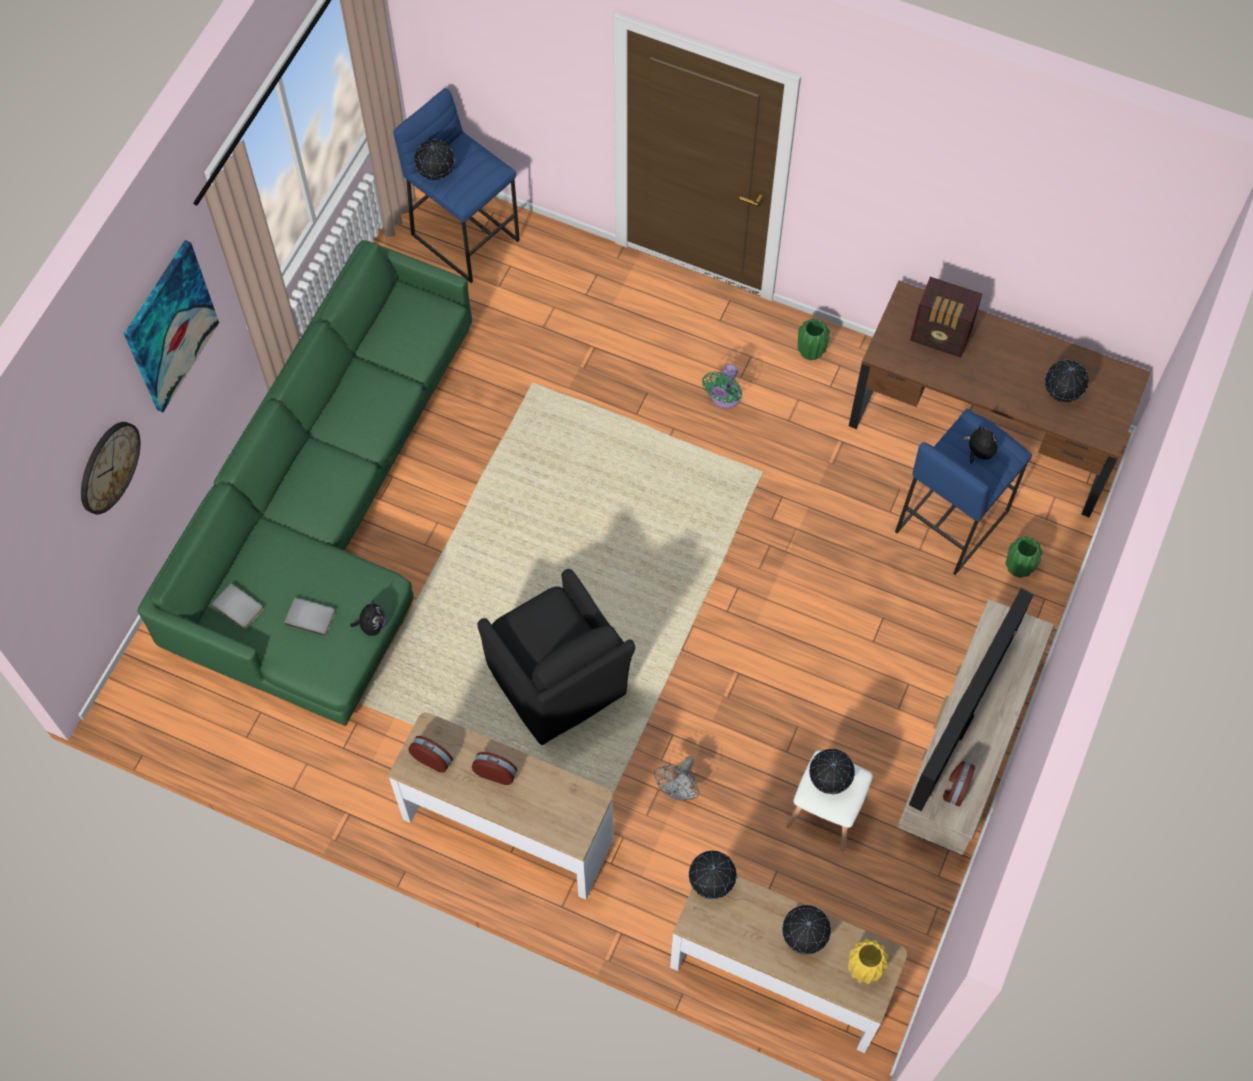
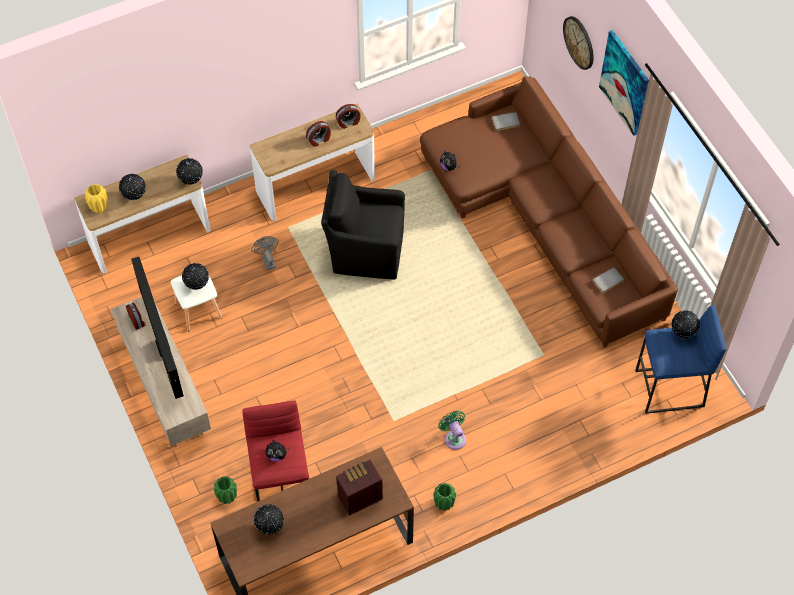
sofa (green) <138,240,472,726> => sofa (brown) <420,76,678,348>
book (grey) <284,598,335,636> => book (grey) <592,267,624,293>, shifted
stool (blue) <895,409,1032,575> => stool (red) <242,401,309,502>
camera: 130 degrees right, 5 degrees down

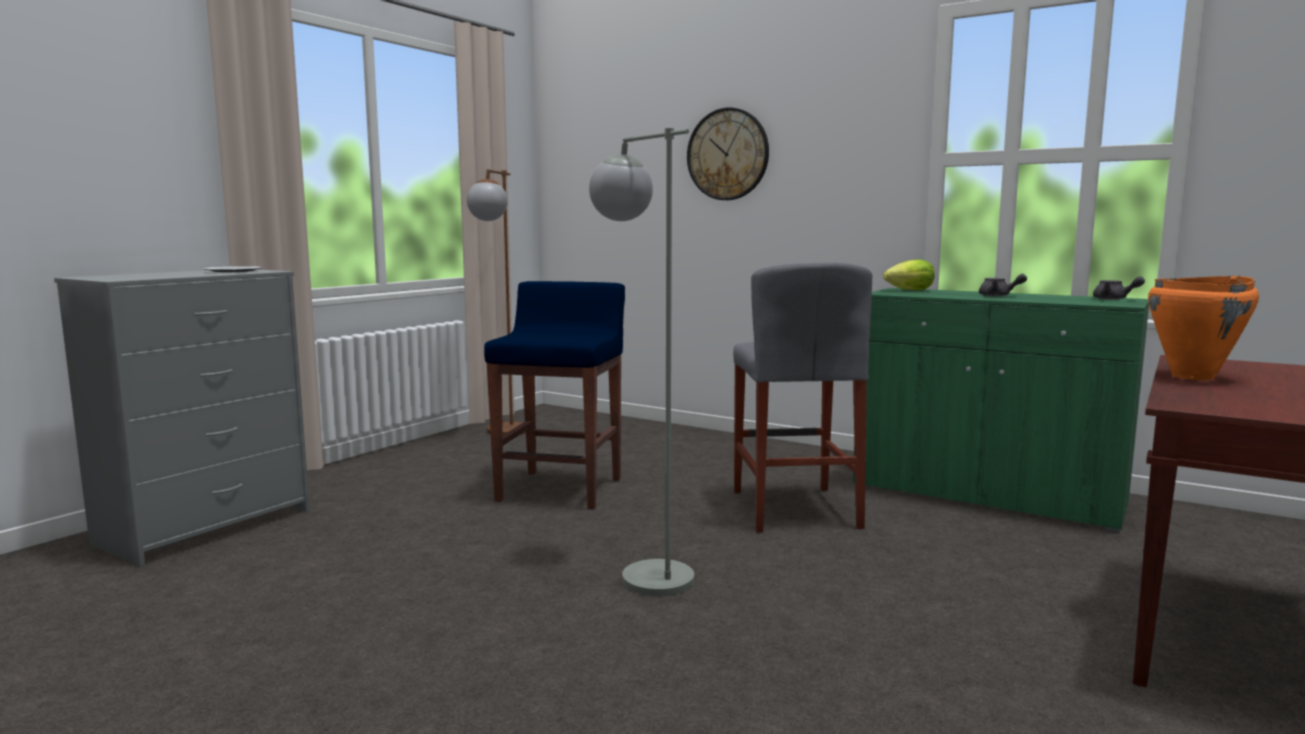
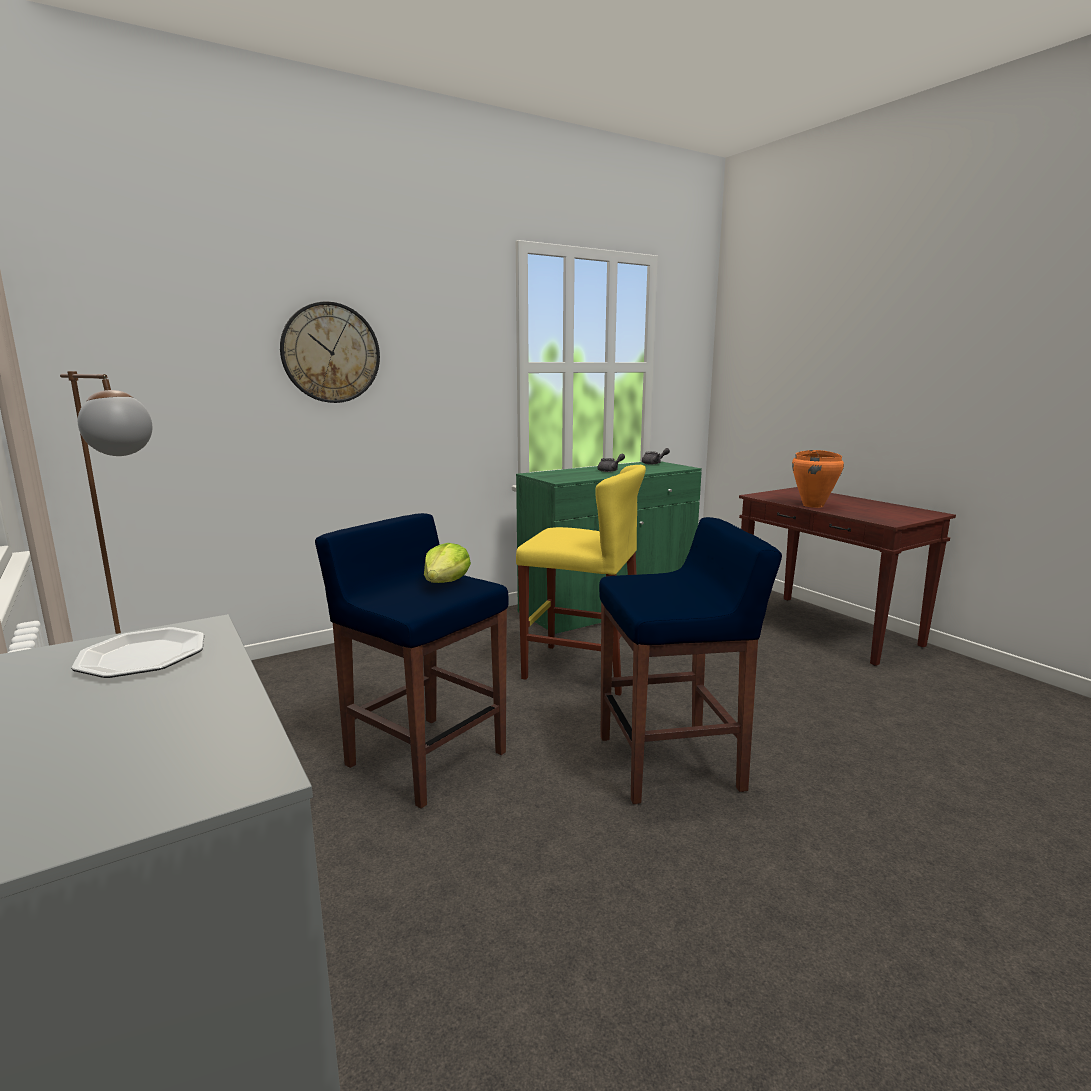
floor lamp (grey) <589,128,694,596> => stool (blue) <599,517,782,804>
stool (grey) <733,262,872,533> => stool (yellow) <516,465,646,695>
lettuce <883,260,935,290> => lettuce <424,543,471,583>, shifted
camera: 65 degrees left, 5 degrees up

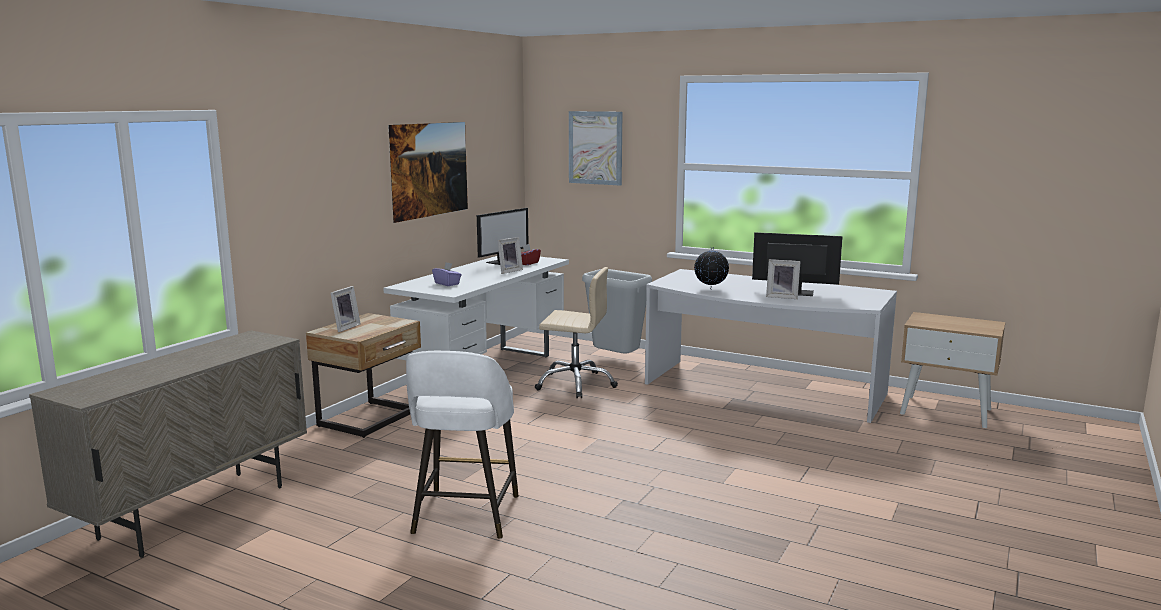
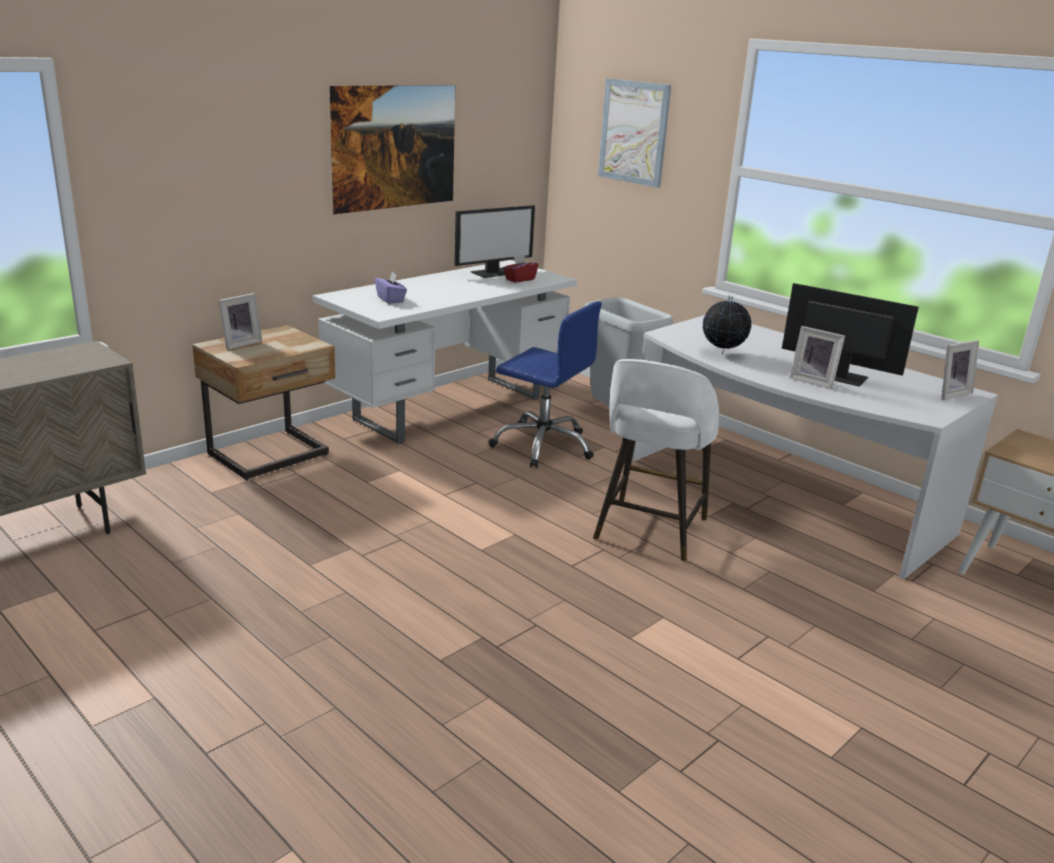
stool (white) <406,351,518,539> => stool (white) <593,359,719,561>, shifted
picture frame <497,237,523,274> => picture frame <941,340,979,400>, shifted
office chair (beige) <535,267,618,398> => office chair (blue) <489,301,602,468>
camera: 15 degrees right, 10 degrees up

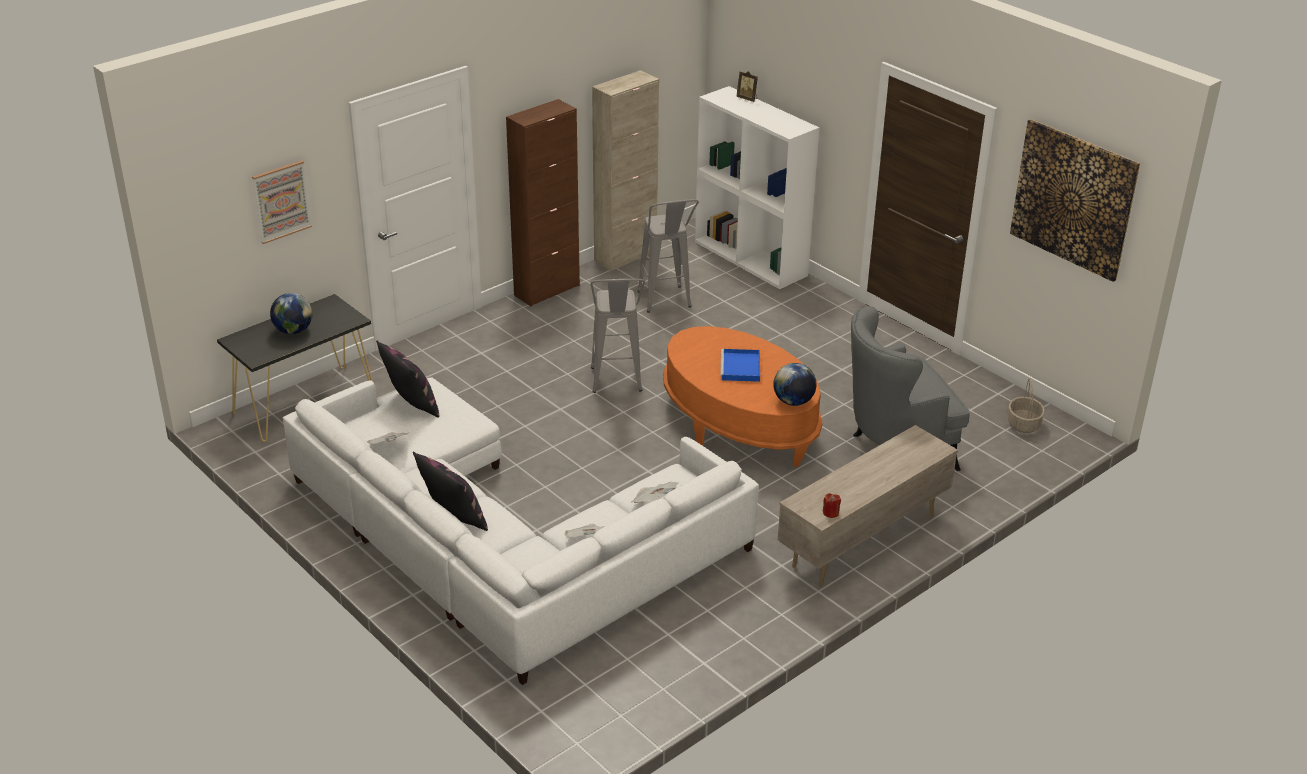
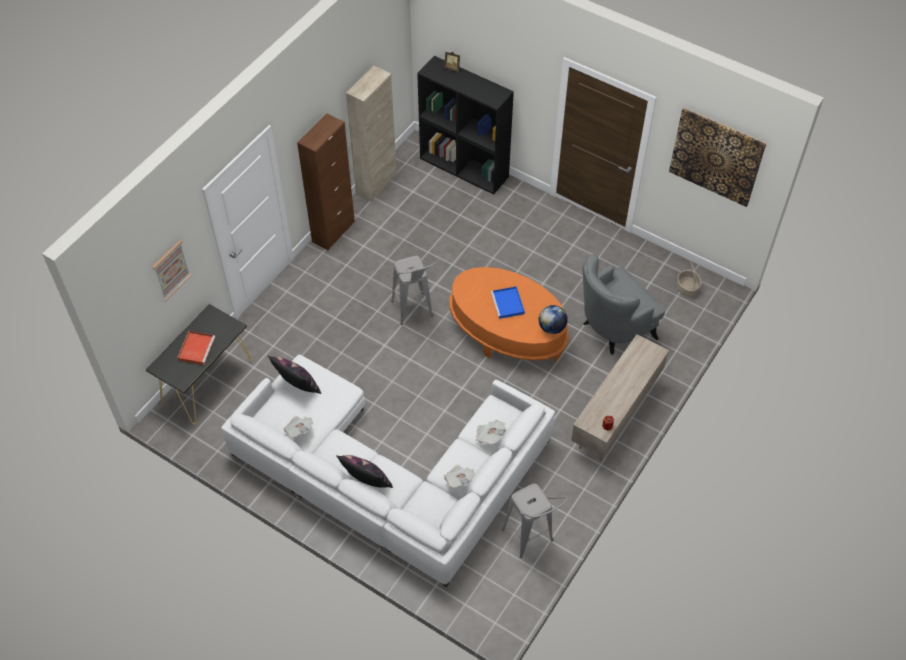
globe <270,293,313,334> => tray (red) <177,331,215,365>
stool (grey) <637,199,699,313> => stool (grey) <502,483,568,558>, shifted
bookcase (white) <695,86,819,289> => bookcase (black) <417,56,514,195>
camera: 15 degrees left, 20 degrees up

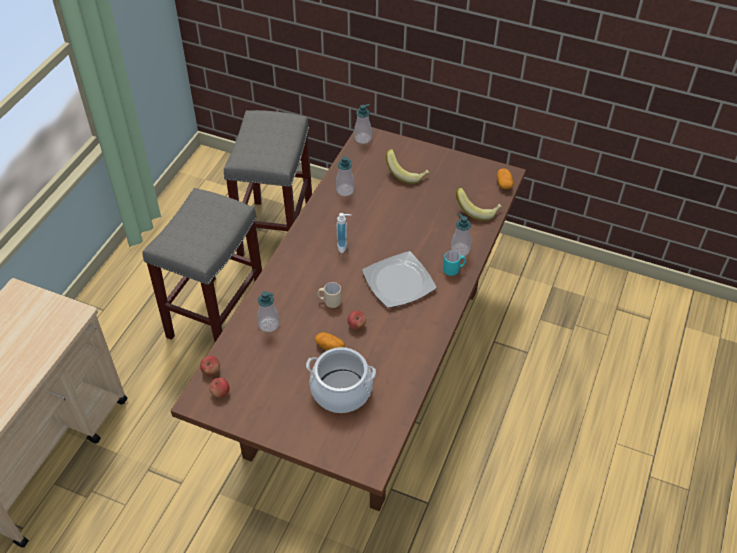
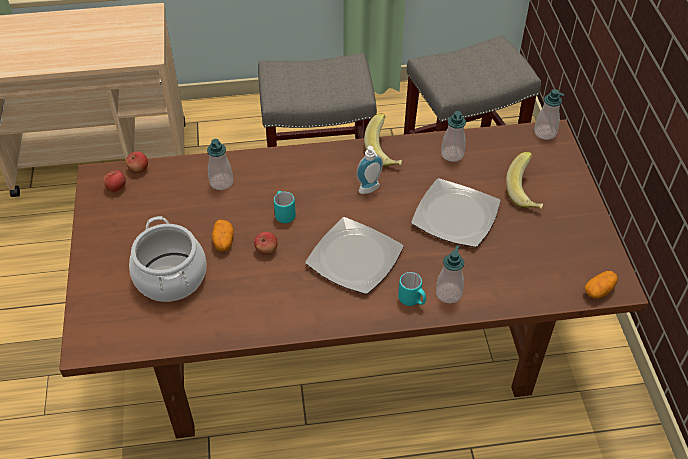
mug (beige) <318,282,341,308> => mug (turquoise) <274,191,296,223>
banana <456,188,502,221> => banana <364,113,402,167>, shifted
nothing => plate <411,178,501,247>
camera: 60 degrees right, 0 degrees up

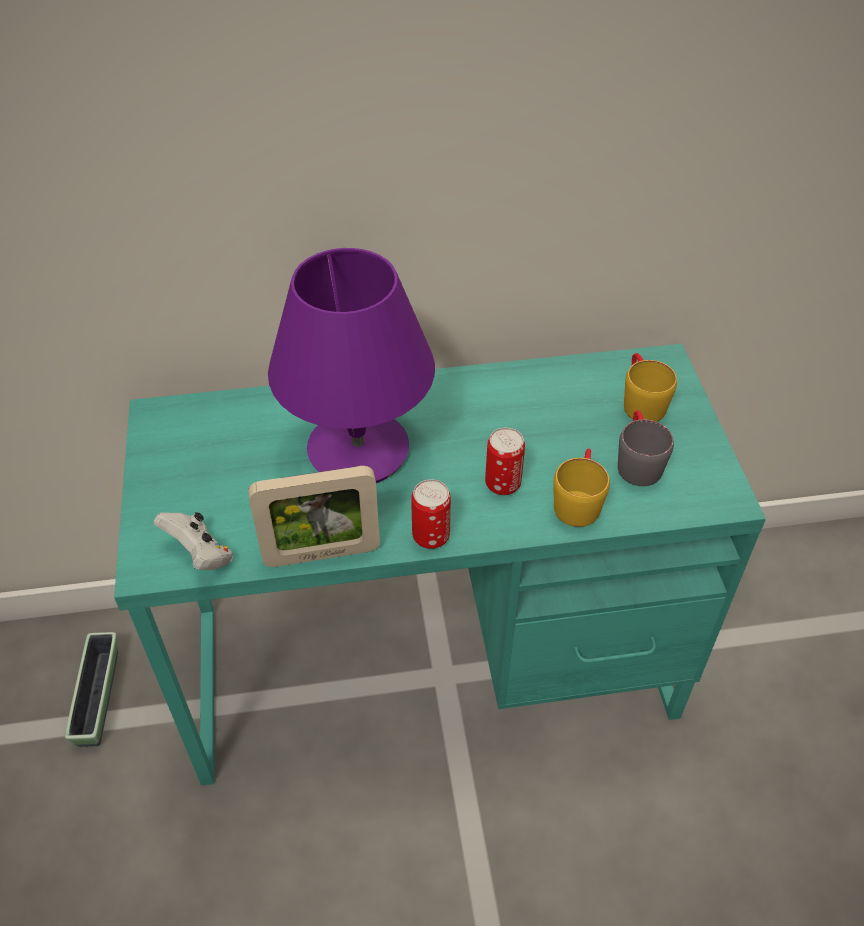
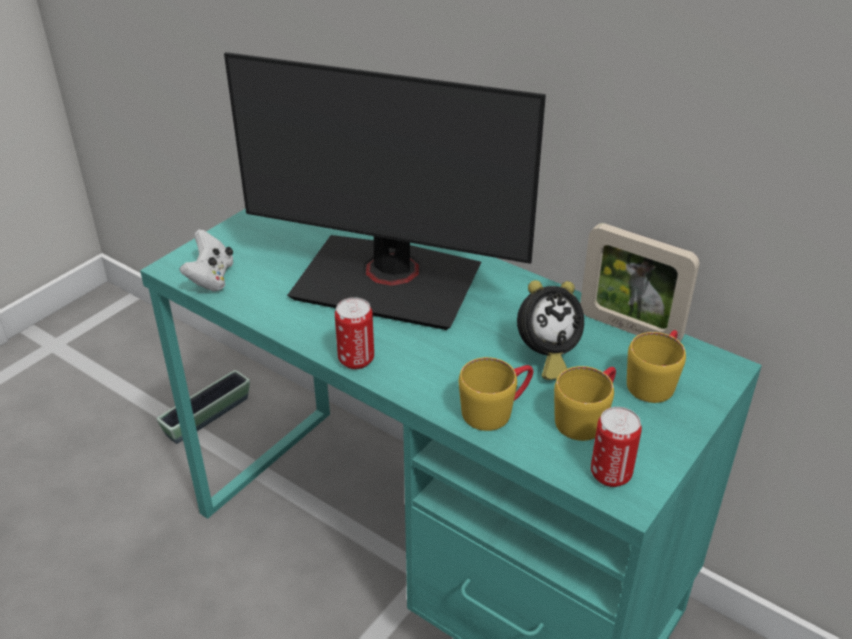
picture frame <248,466,380,567> => picture frame <580,223,700,342>, shifted
table lamp (purple) <268,248,435,483> => monitor <224,52,546,330>
can <485,428,525,495> => can <591,407,642,487>, shifted
mug (grey) <618,410,674,486> => mug (yellow) <554,366,616,441>
nothing => alarm clock <517,280,584,380>
camera: 45 degrees right, 10 degrees down

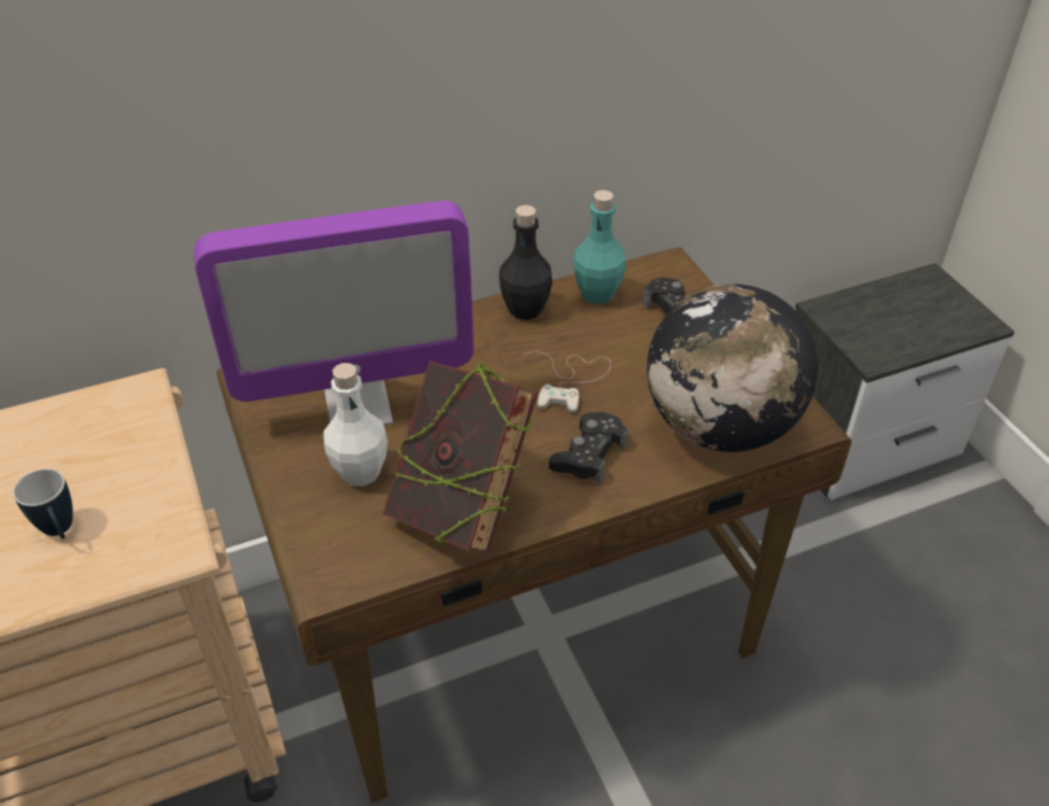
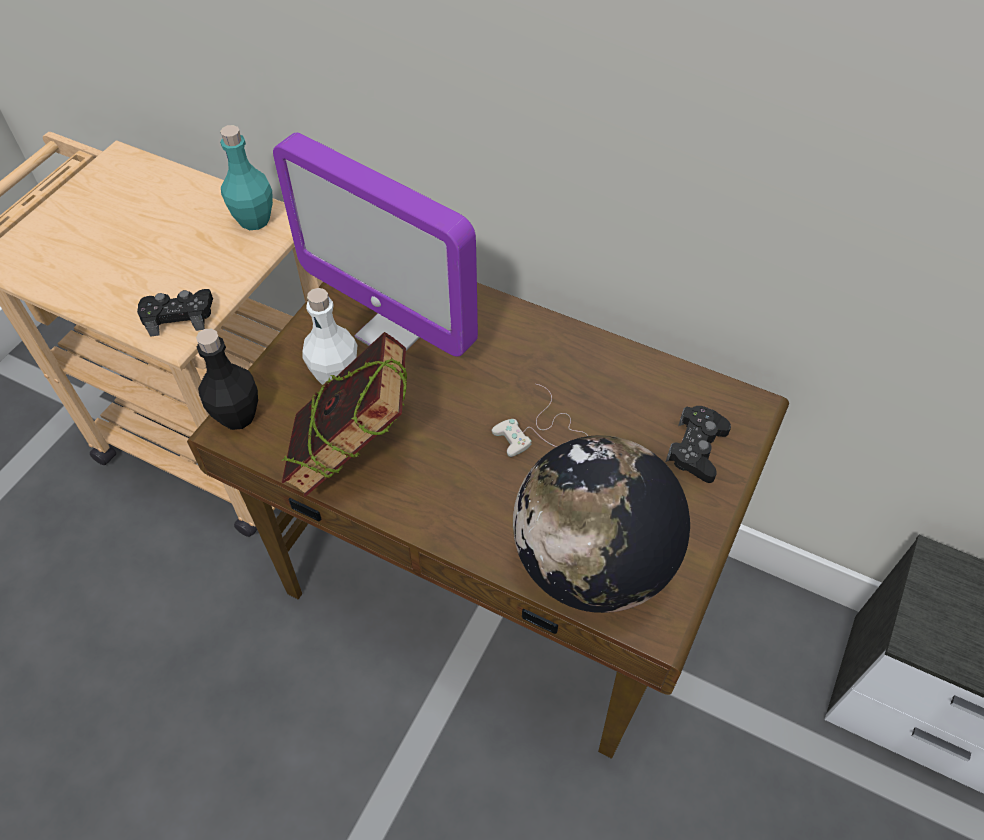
mug <13,469,73,539> => nothing
bottle (black) <499,205,553,320> => bottle (black) <196,329,258,430>, shifted
game controller (black) <549,412,628,484> => game controller (black) <137,289,213,337>, shifted
bottle (turquoise) <573,190,626,304> => bottle (turquoise) <220,125,273,230>, shifted
camera: 50 degrees right, 10 degrees up

